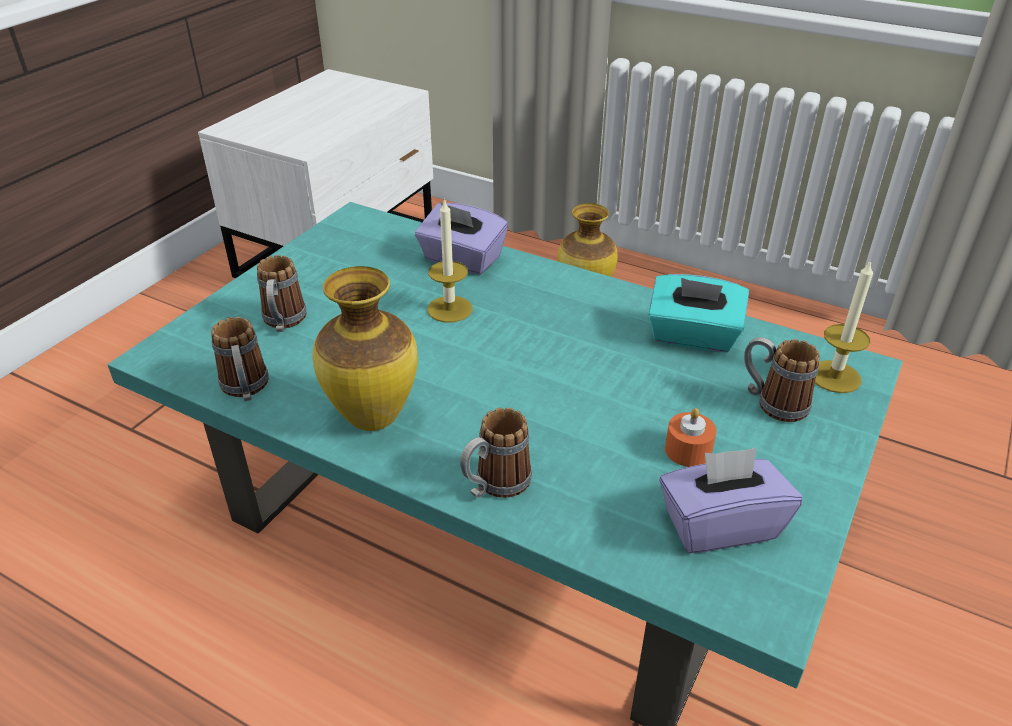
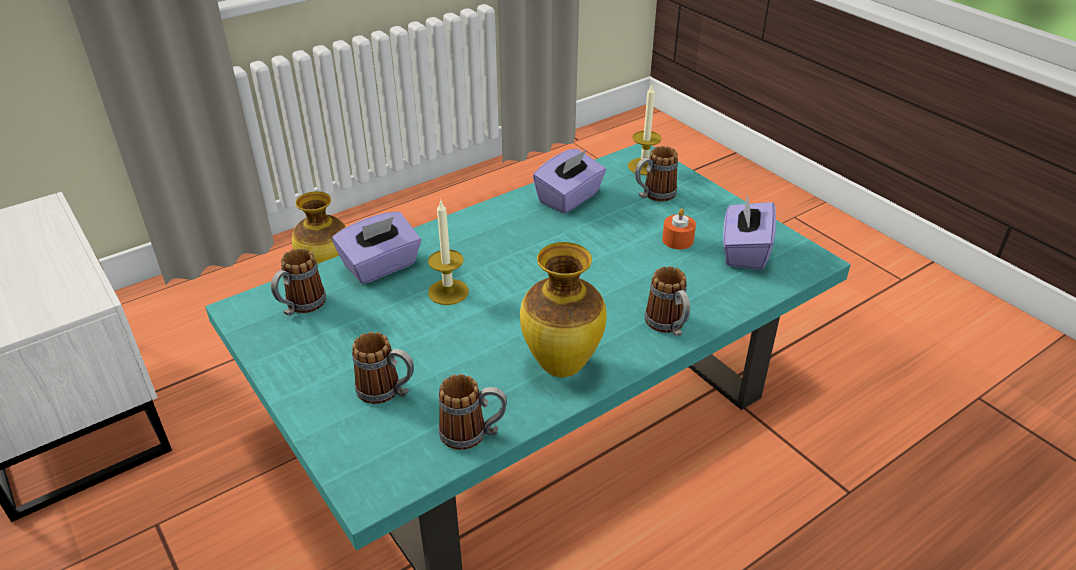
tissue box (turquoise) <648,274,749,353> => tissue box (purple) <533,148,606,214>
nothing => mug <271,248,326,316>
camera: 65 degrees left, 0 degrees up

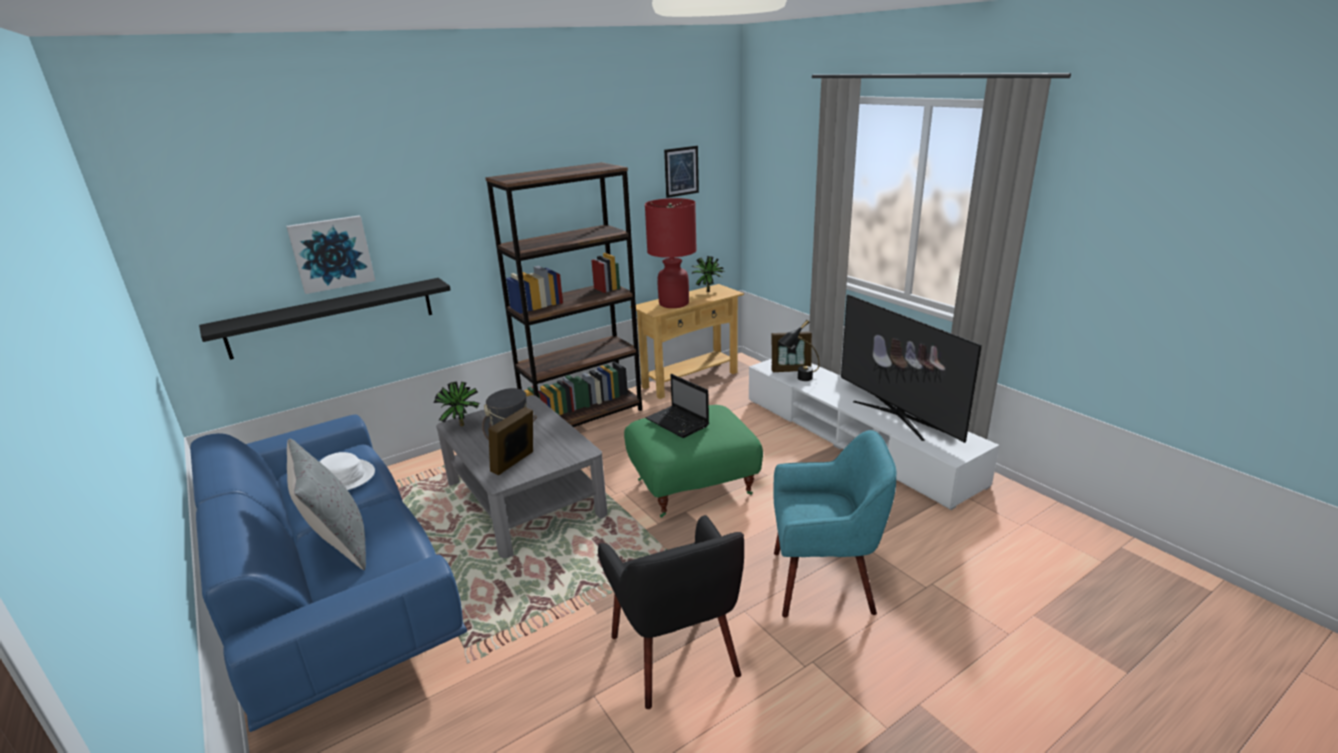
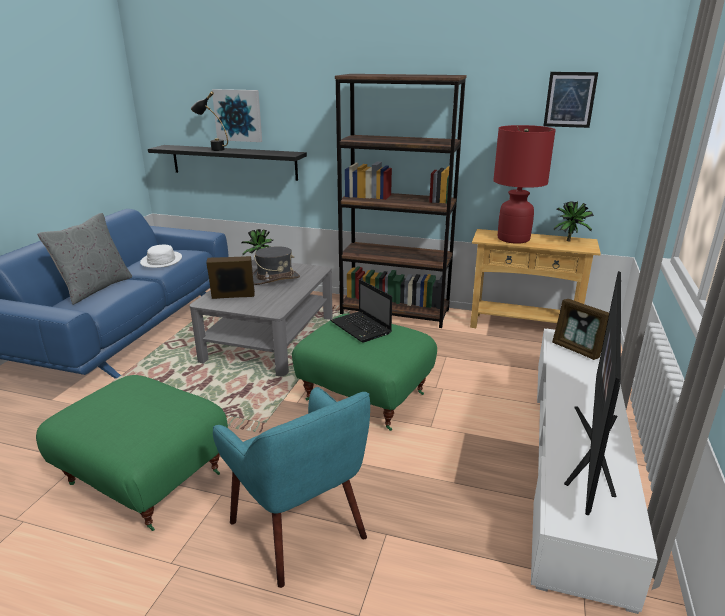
armchair (black) <598,515,744,709> => ottoman (green) <36,375,228,531>
laptop <646,374,709,438> => laptop <330,279,392,343>, 45 degrees counterclockwise
table lamp (black) <778,320,820,381> => table lamp (black) <191,91,228,151>, shifted
camera: 50 degrees right, 0 degrees up

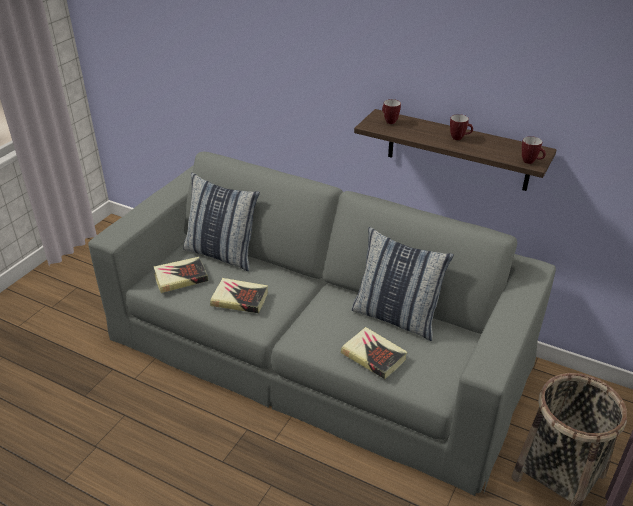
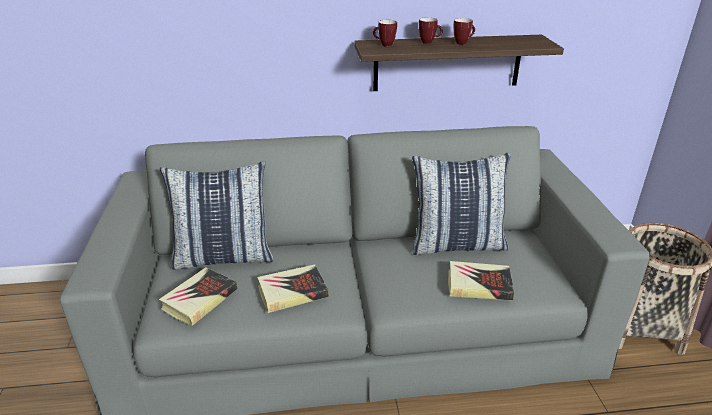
mug <522,136,546,164> => mug <419,17,443,44>, shifted
camera: 35 degrees left, 5 degrees down

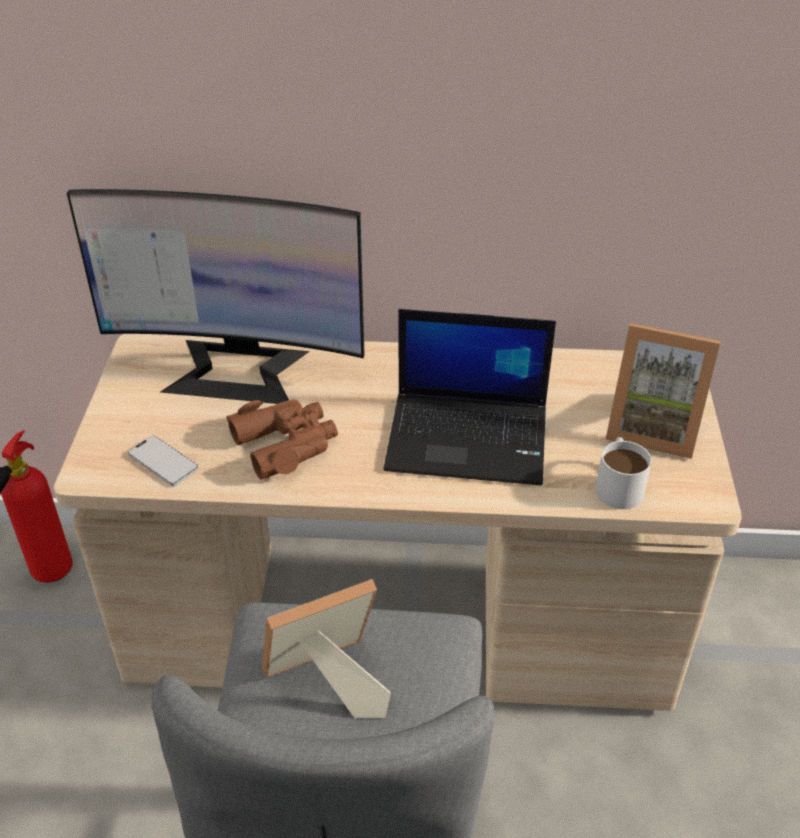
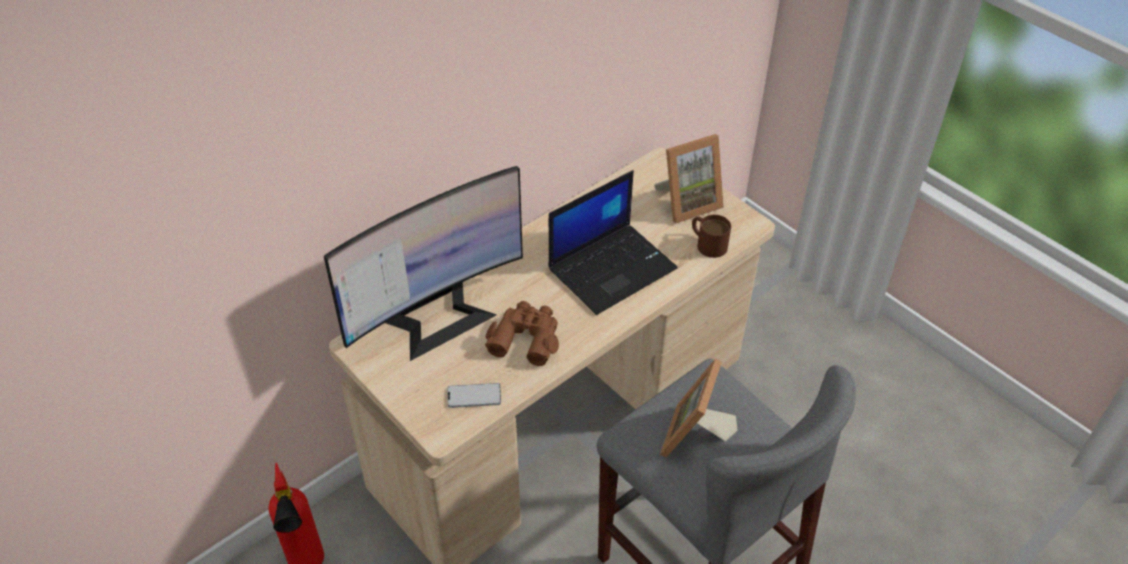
mug (white) <596,437,652,509> => mug (brown) <692,215,731,258>
camera: 45 degrees left, 5 degrees up

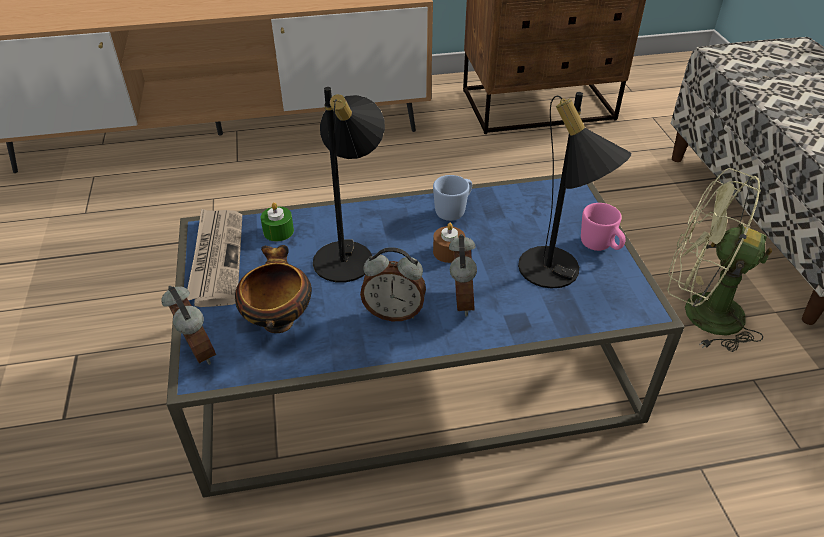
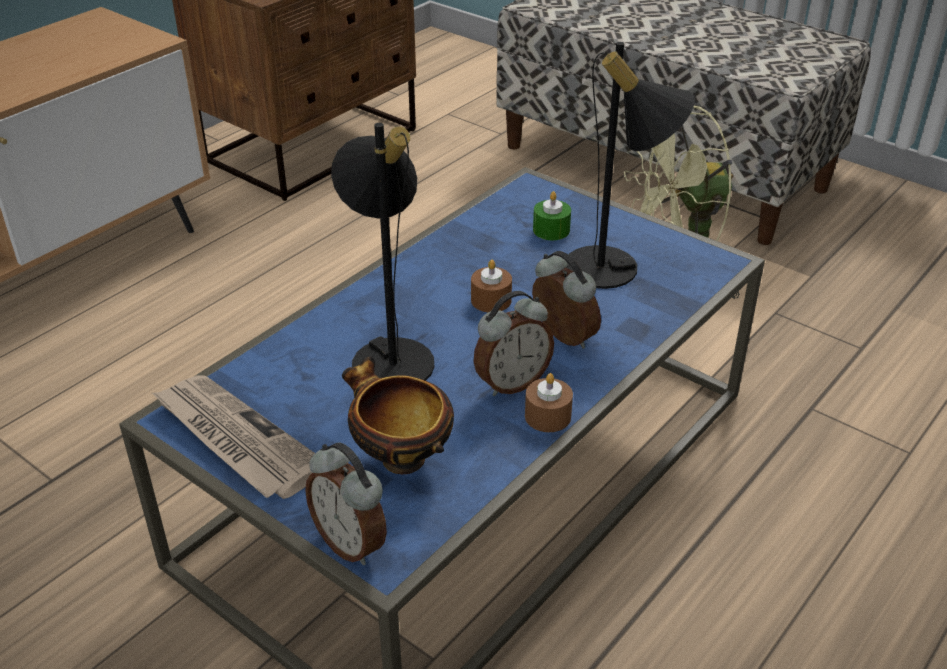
alarm clock <161,286,216,365> => alarm clock <305,442,387,565>, 150 degrees counterclockwise
candle (green) <261,202,294,241> => candle (green) <533,191,571,240>, shifted
mug (blue) <433,175,472,221> => nothing
mug (pink) <581,203,626,251> => nothing
nothing => candle (brown) <525,373,573,432>
camera: 40 degrees left, 5 degrees down

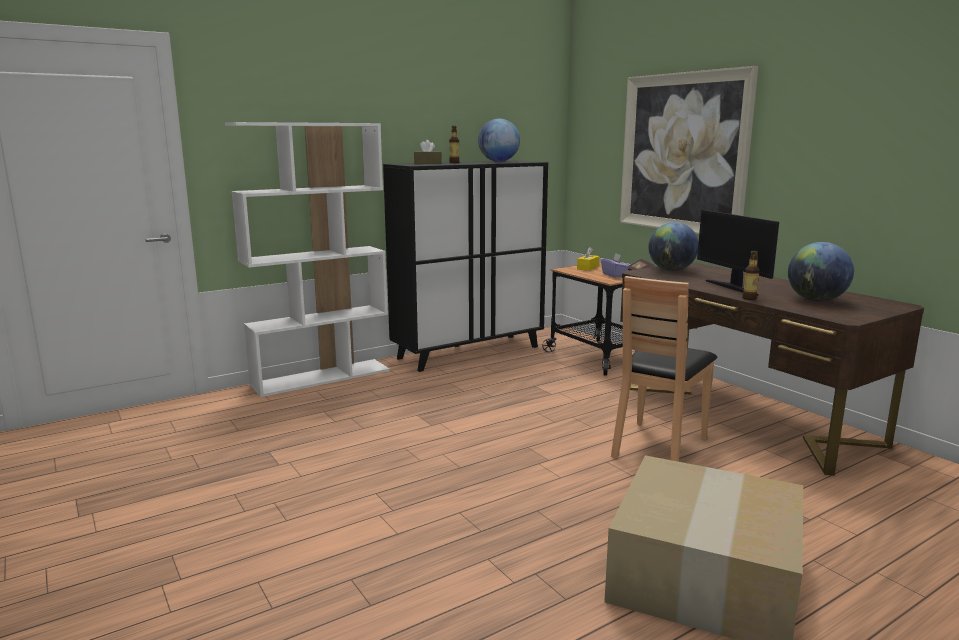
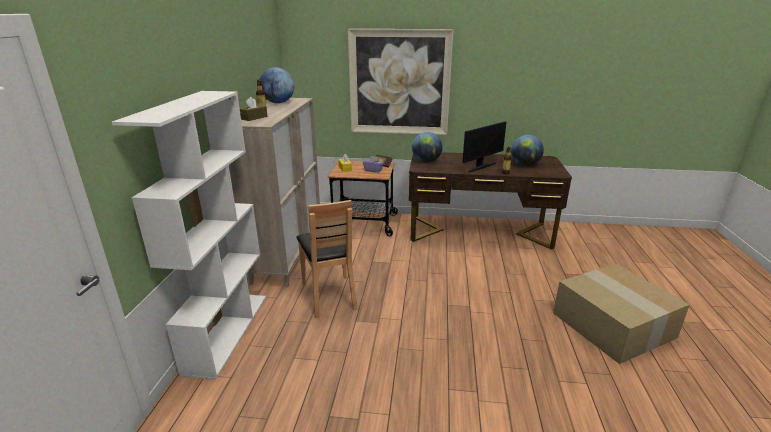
cabinet (black) <383,160,548,372> => cabinet (beige) <229,98,320,288>
chair (brown) <611,276,717,462> => chair (brown) <296,200,358,318>, shifted
monitor <697,210,779,296> => monitor <462,122,506,172>, 60 degrees counterclockwise
camera: 50 degrees left, 10 degrees up

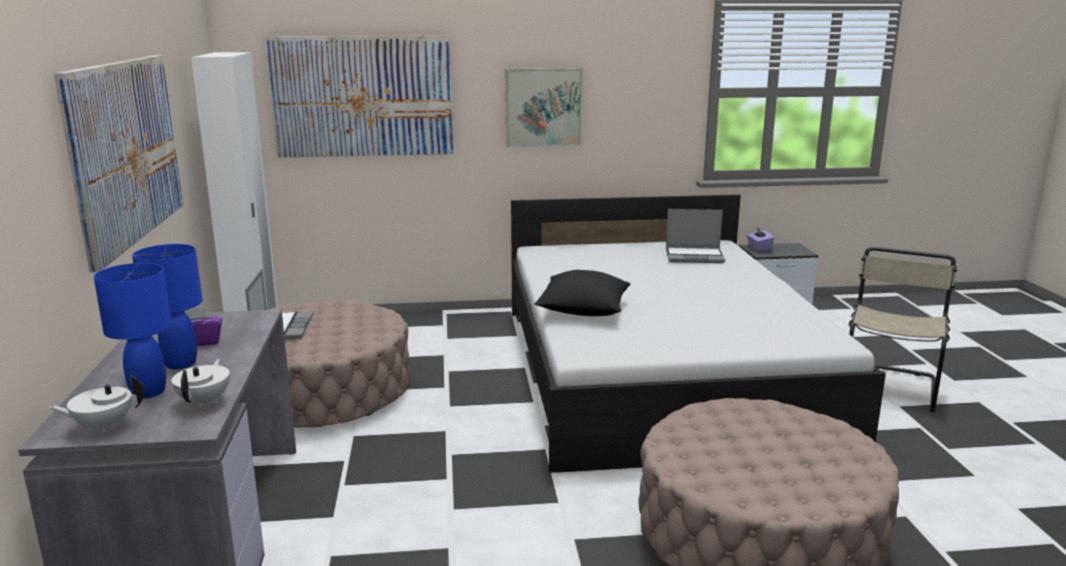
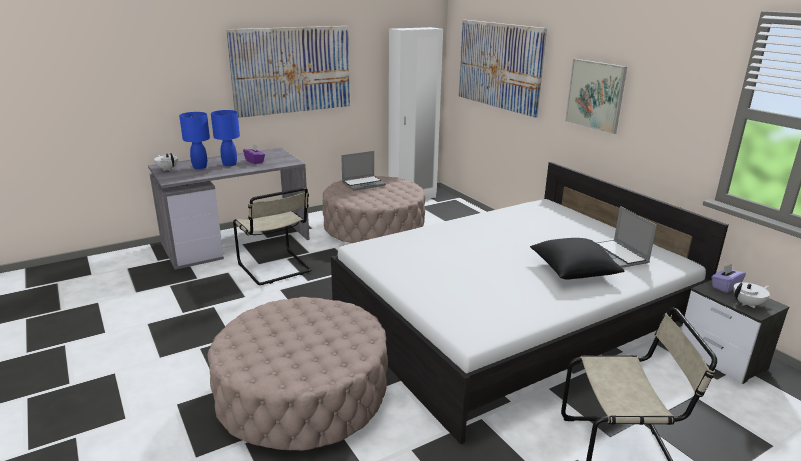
teapot (white) <171,359,230,408> => teapot (white) <733,282,770,308>, shifted
pillow (black) <535,270,630,316> => pillow (black) <530,238,624,279>, shifted
nothing => chair (beige) <233,188,311,285>
camera: 65 degrees right, 5 degrees up

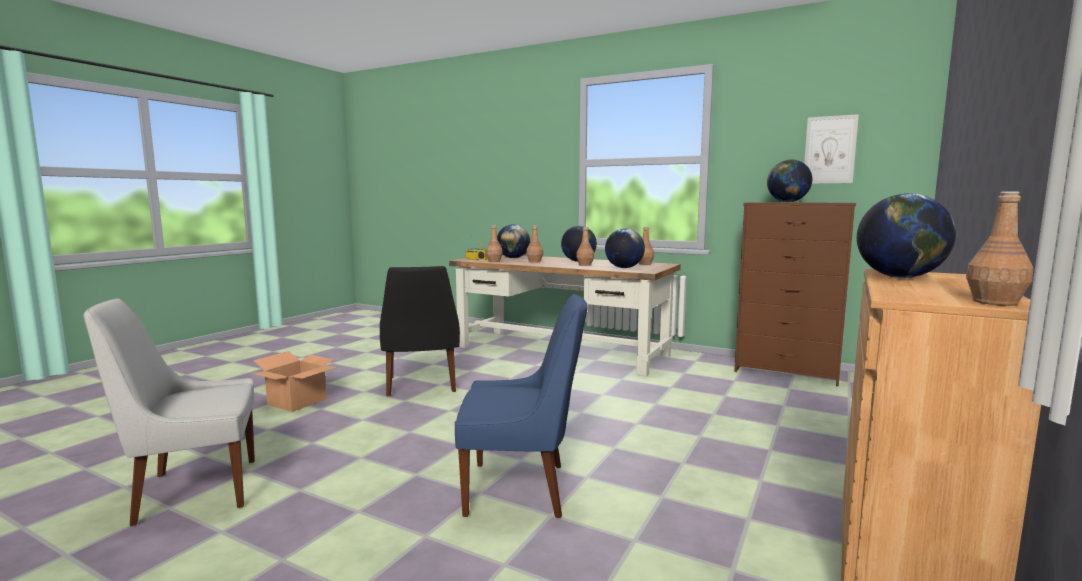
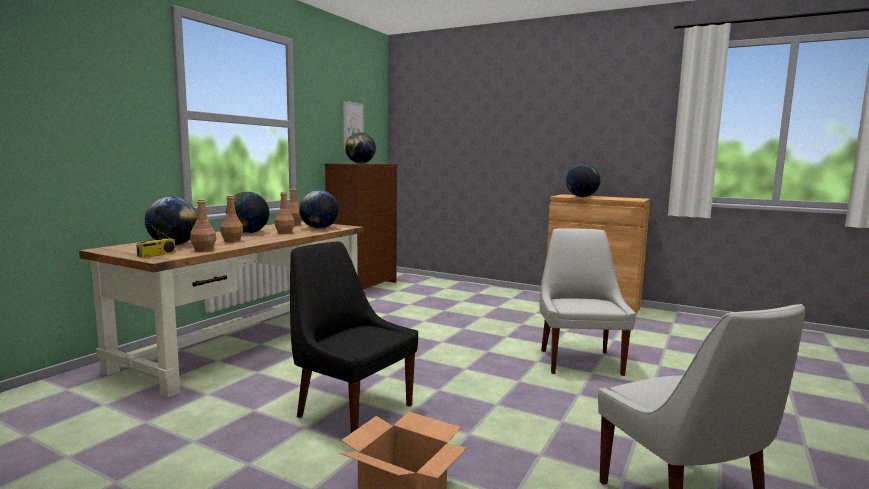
chair (black) <380,266,460,396> => chair (black) <290,241,418,433>, 135 degrees counterclockwise
chair (blue) <454,294,588,518> => chair (white) <539,228,636,376>
bottle (brown) <966,191,1033,306> => nothing
camera: 90 degrees left, 0 degrees up

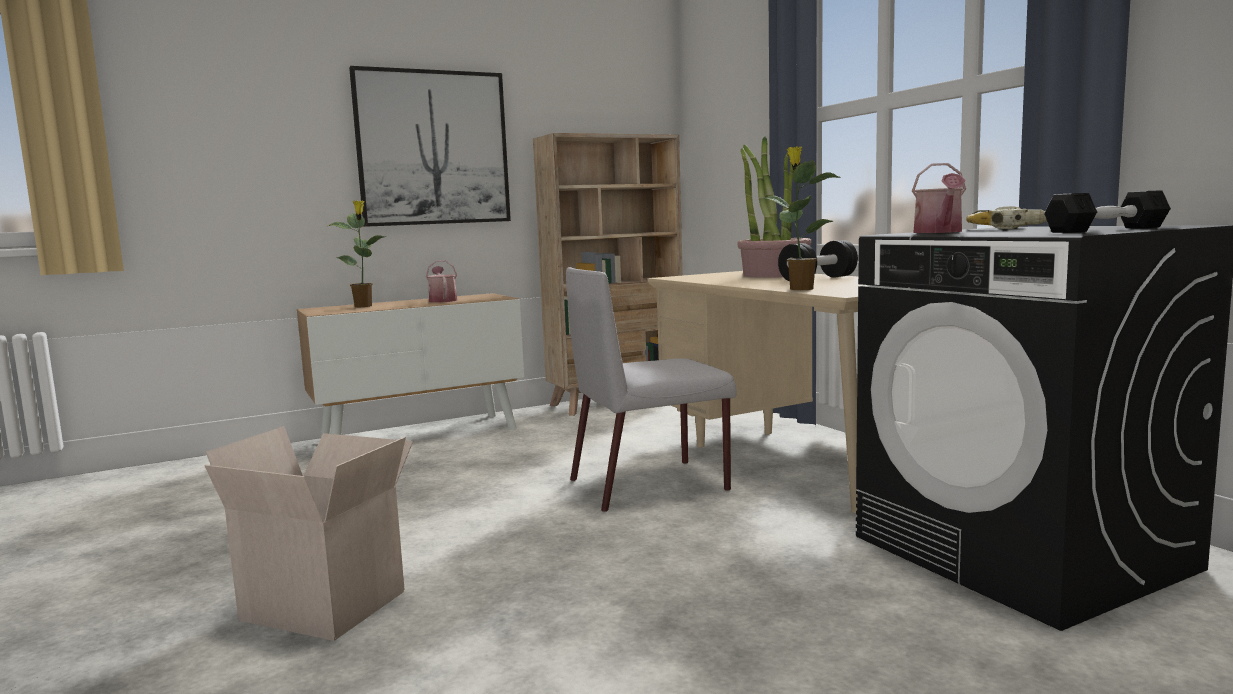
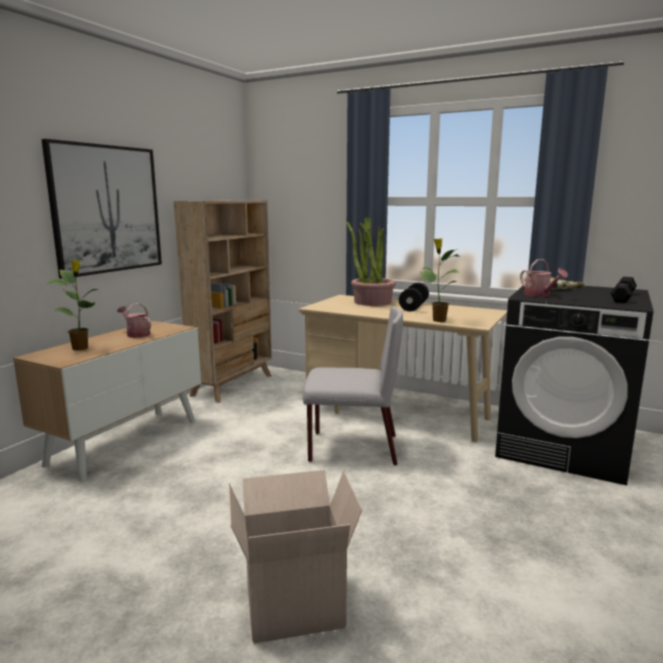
chair (grey) <566,267,737,512> => chair (grey) <302,306,403,466>, 120 degrees counterclockwise
camera: 35 degrees left, 5 degrees up

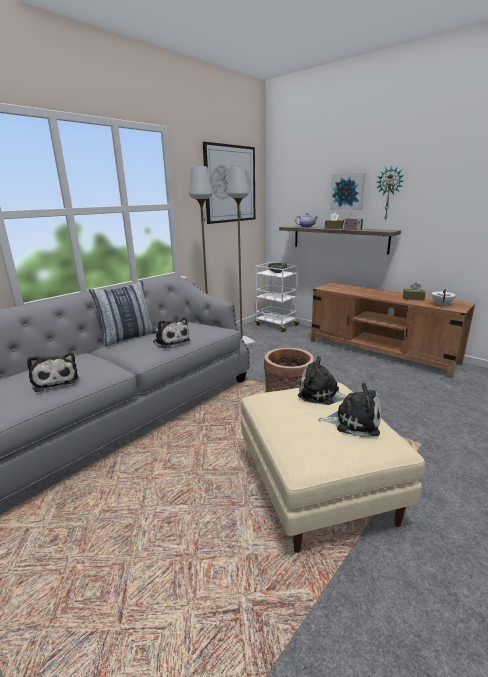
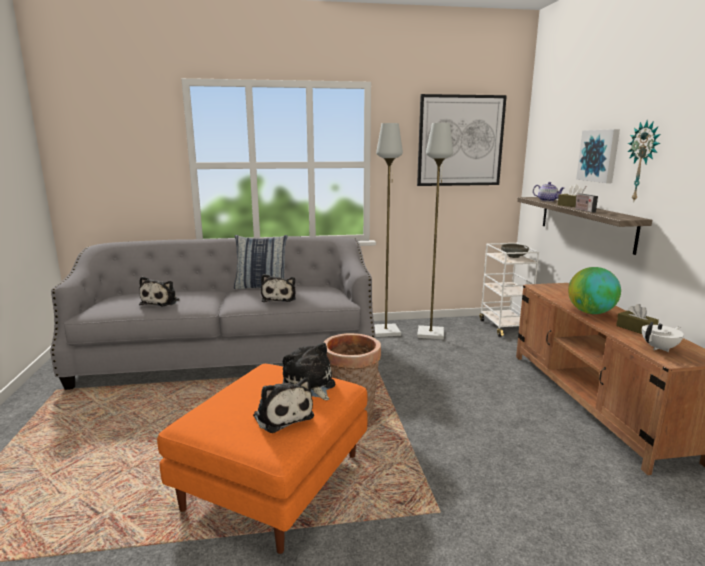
ottoman (beige) <241,382,425,553> => ottoman (orange) <157,364,368,554>
nothing => globe <568,267,621,314>
camera: 40 degrees right, 5 degrees down

